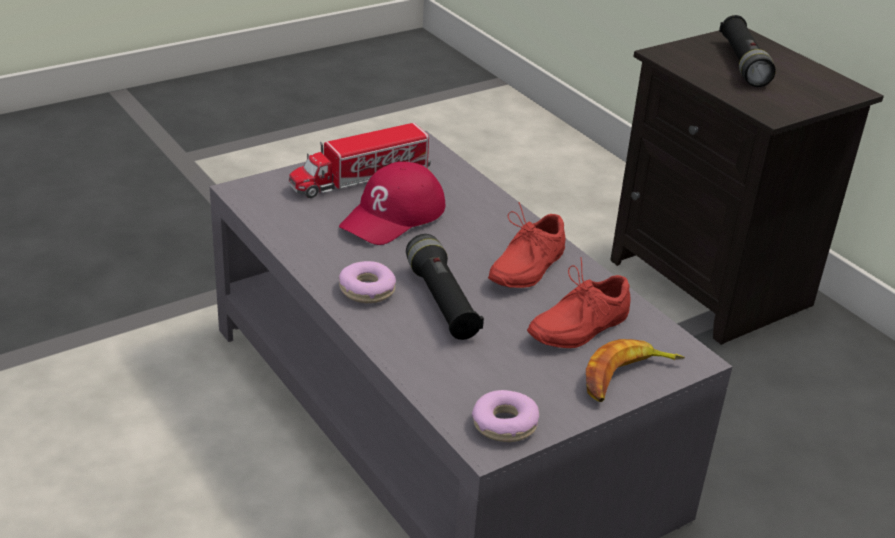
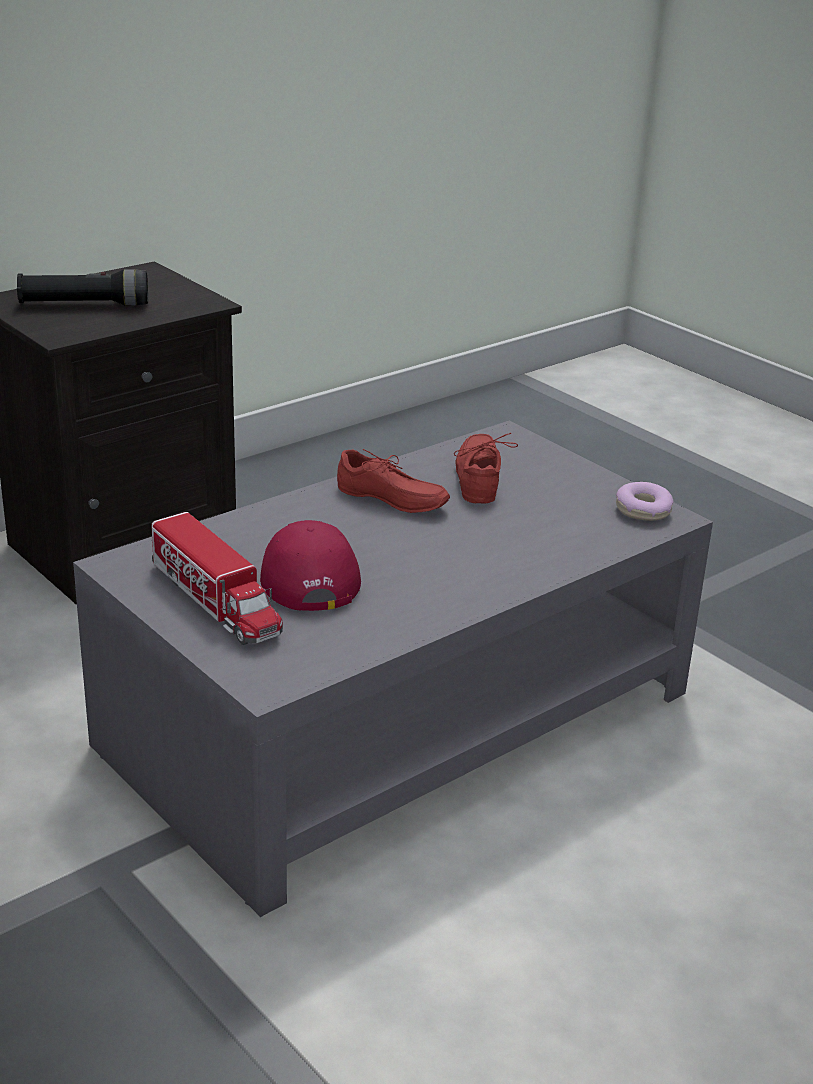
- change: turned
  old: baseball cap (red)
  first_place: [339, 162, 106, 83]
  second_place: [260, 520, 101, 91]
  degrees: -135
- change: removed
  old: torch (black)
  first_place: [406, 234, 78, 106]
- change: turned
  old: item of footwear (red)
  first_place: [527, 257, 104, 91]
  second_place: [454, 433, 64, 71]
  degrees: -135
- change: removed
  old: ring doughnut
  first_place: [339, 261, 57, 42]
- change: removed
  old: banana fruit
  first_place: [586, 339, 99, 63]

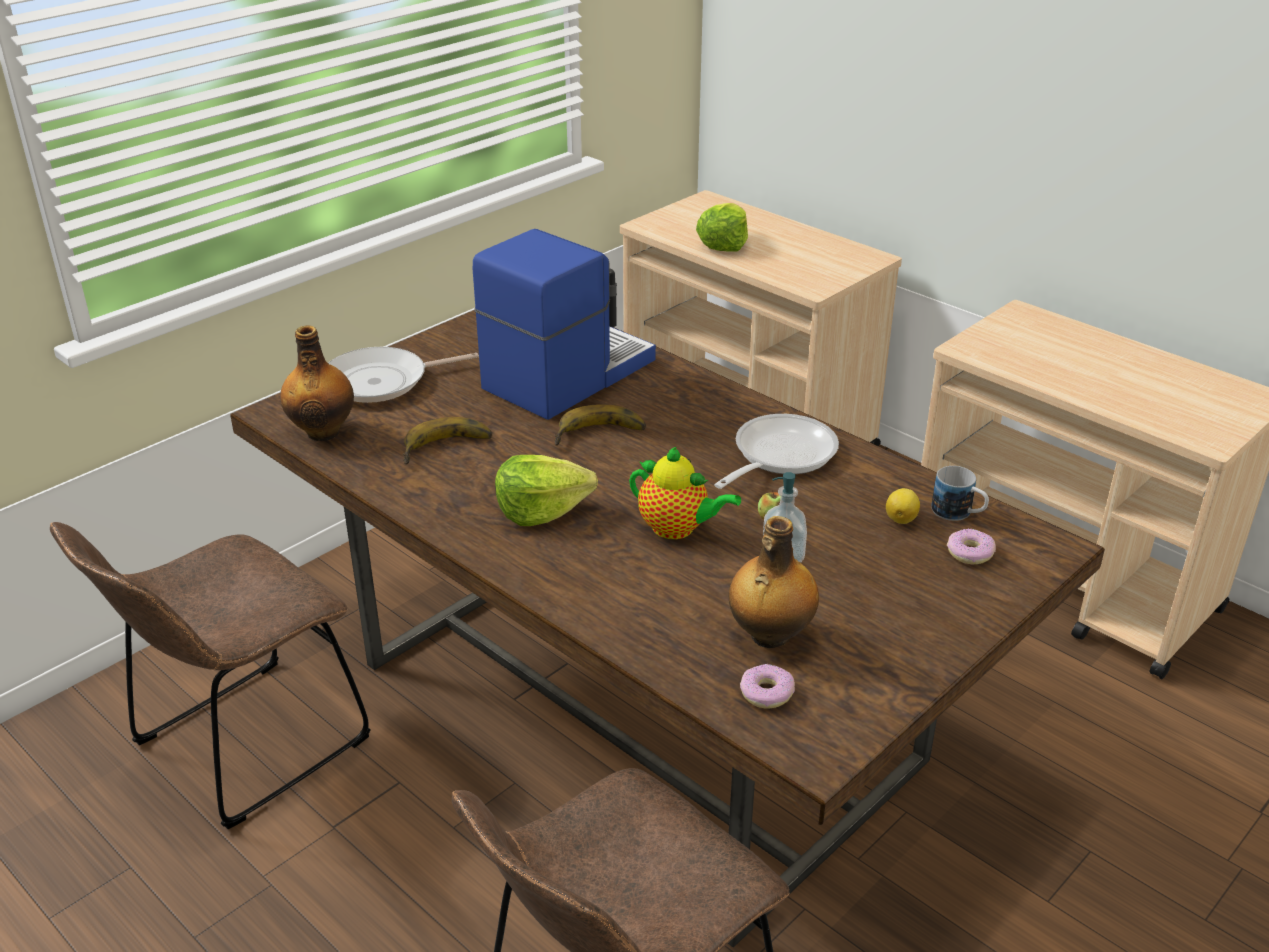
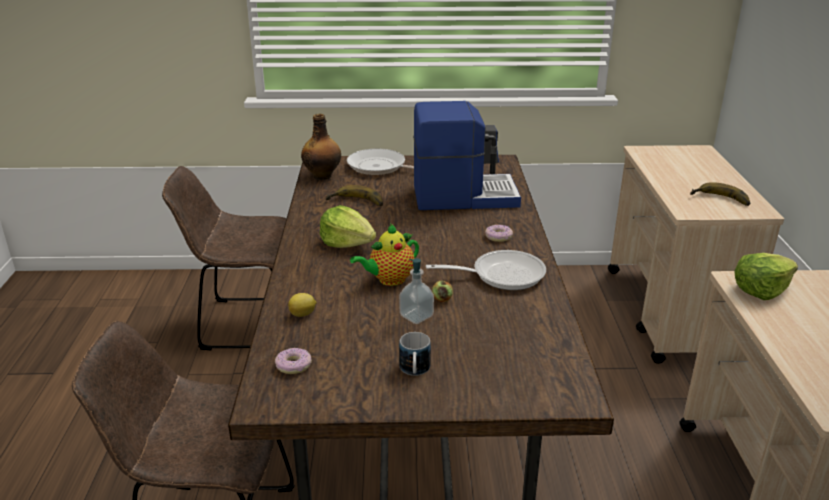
- change: moved
  old: lettuce
  first_place: [696, 203, 52, 49]
  second_place: [734, 253, 64, 47]
- change: moved
  old: banana fruit
  first_place: [554, 404, 92, 42]
  second_place: [690, 182, 60, 24]
- change: turned
  old: tea pot
  first_place: [629, 447, 112, 92]
  second_place: [350, 224, 69, 62]
  degrees: 75
- change: moved
  old: tea mug
  first_place: [931, 466, 58, 55]
  second_place: [399, 332, 32, 44]
- change: moved
  old: citrus fruit
  first_place: [886, 488, 34, 36]
  second_place: [288, 293, 29, 24]
- change: removed
  old: beverage bottle
  first_place: [728, 516, 91, 132]
- change: moved
  old: ring doughnut
  first_place: [947, 528, 49, 36]
  second_place: [485, 225, 28, 17]

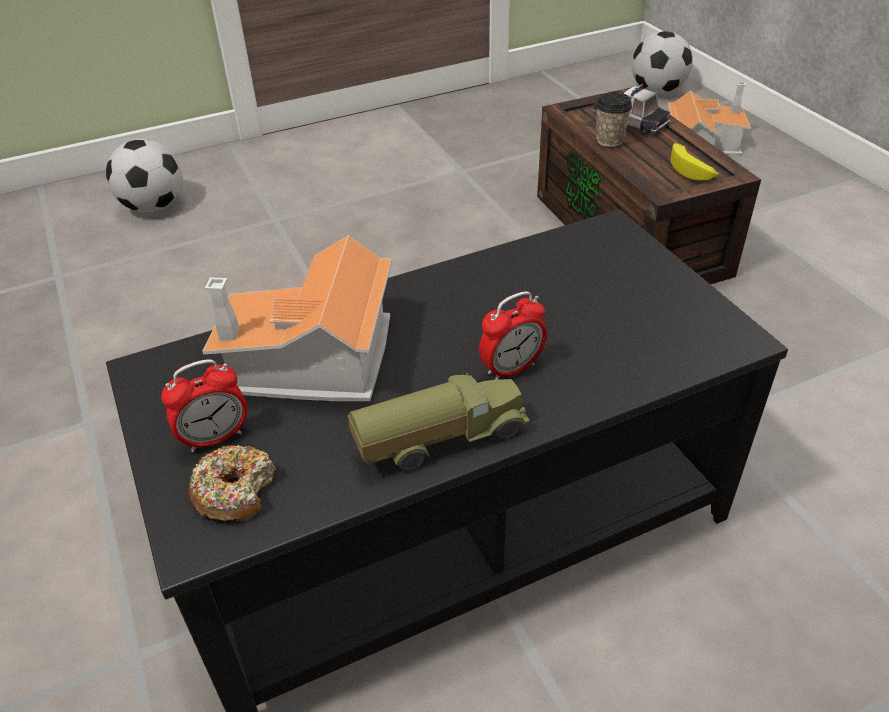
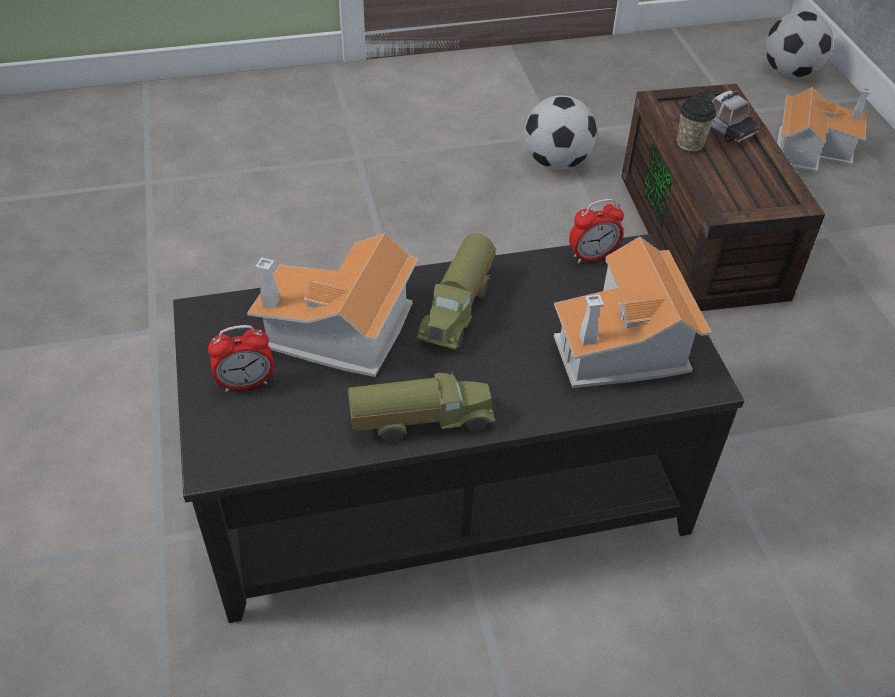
- change: moved
  old: football
  first_place: [106, 139, 76, 73]
  second_place: [524, 95, 73, 74]
- change: removed
  old: banana fruit
  first_place: [671, 143, 48, 37]
- change: moved
  old: alarm clock
  first_place: [479, 291, 68, 89]
  second_place: [569, 199, 55, 64]
- change: removed
  old: ring doughnut
  first_place: [189, 445, 87, 76]
- change: added
  new: toy truck
  second_place: [416, 233, 79, 117]
- change: added
  new: toy house
  second_place: [554, 237, 158, 151]

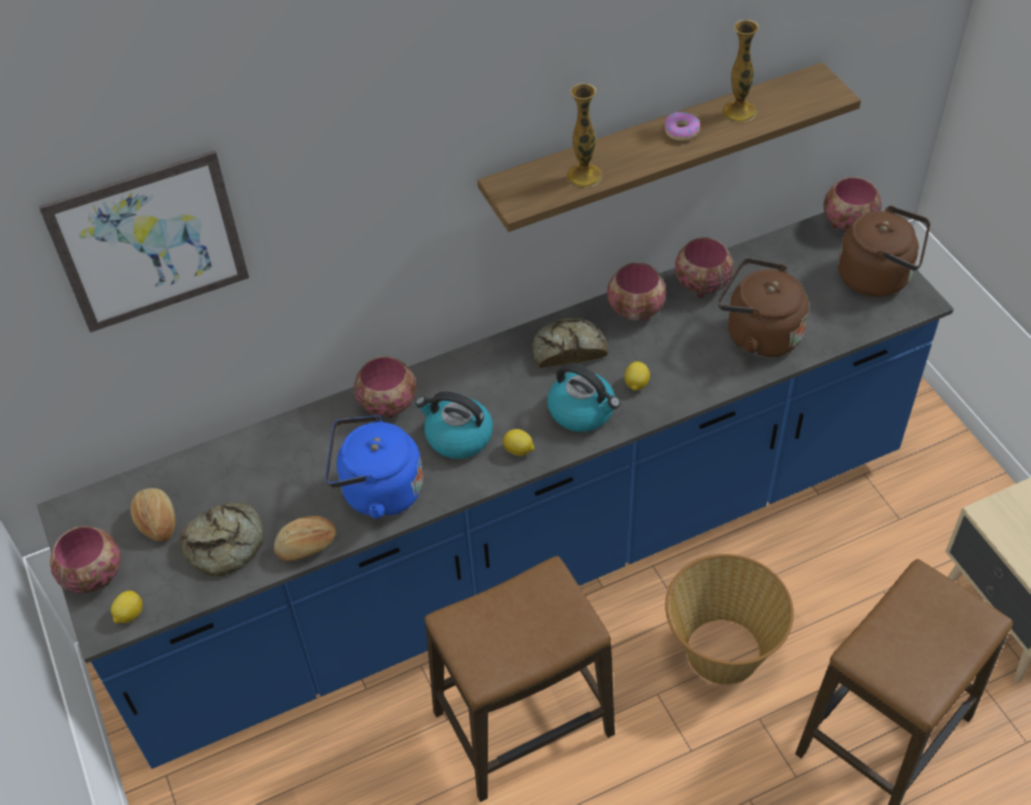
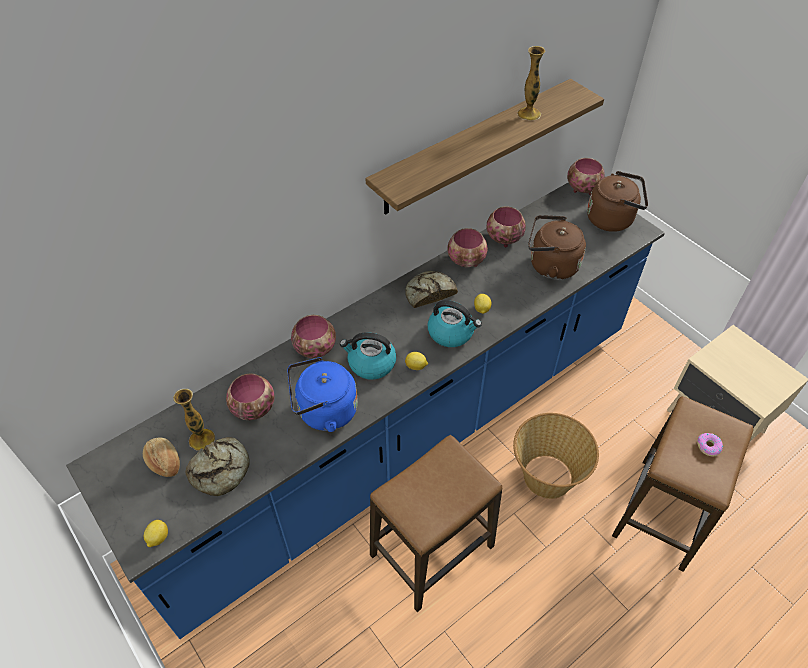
- change: moved
  old: flower vase
  first_place: [566, 83, 36, 104]
  second_place: [173, 389, 42, 62]
- change: moved
  old: ring doughnut
  first_place: [665, 112, 35, 29]
  second_place: [697, 433, 26, 23]
- change: removed
  old: wall picture
  first_place: [39, 150, 210, 183]
- change: removed
  old: bakery bread
  first_place: [274, 516, 62, 45]
- change: moved
  old: deep dish
  first_place: [50, 526, 71, 67]
  second_place: [226, 373, 49, 47]

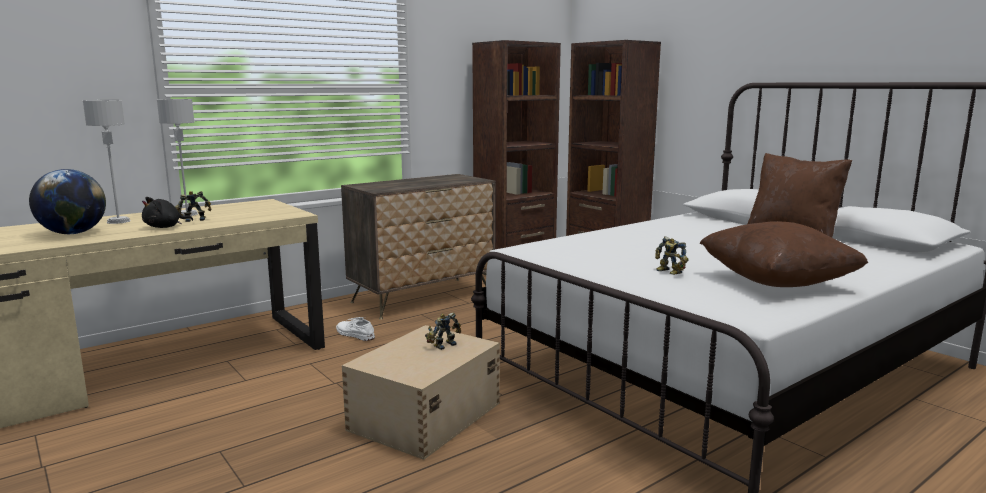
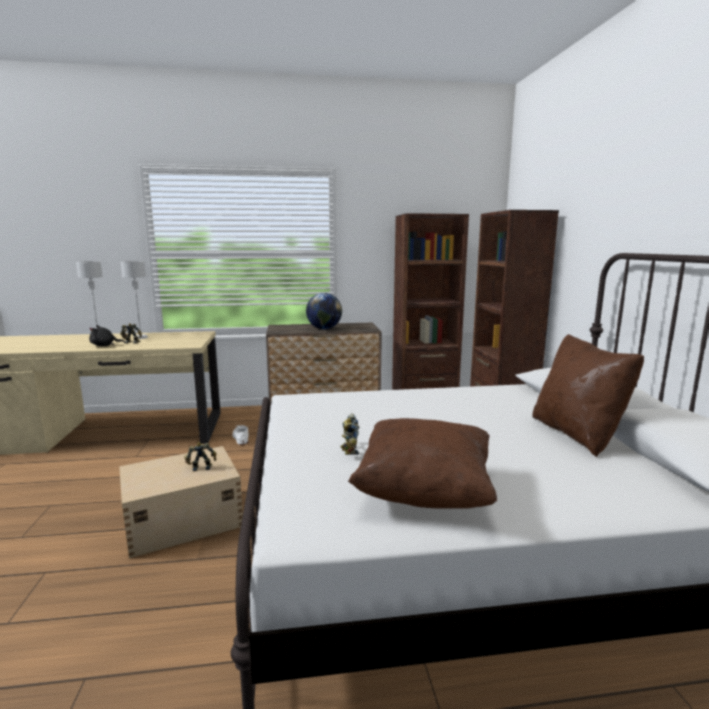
- change: moved
  old: desk globe
  first_place: [29, 169, 77, 65]
  second_place: [306, 293, 36, 36]

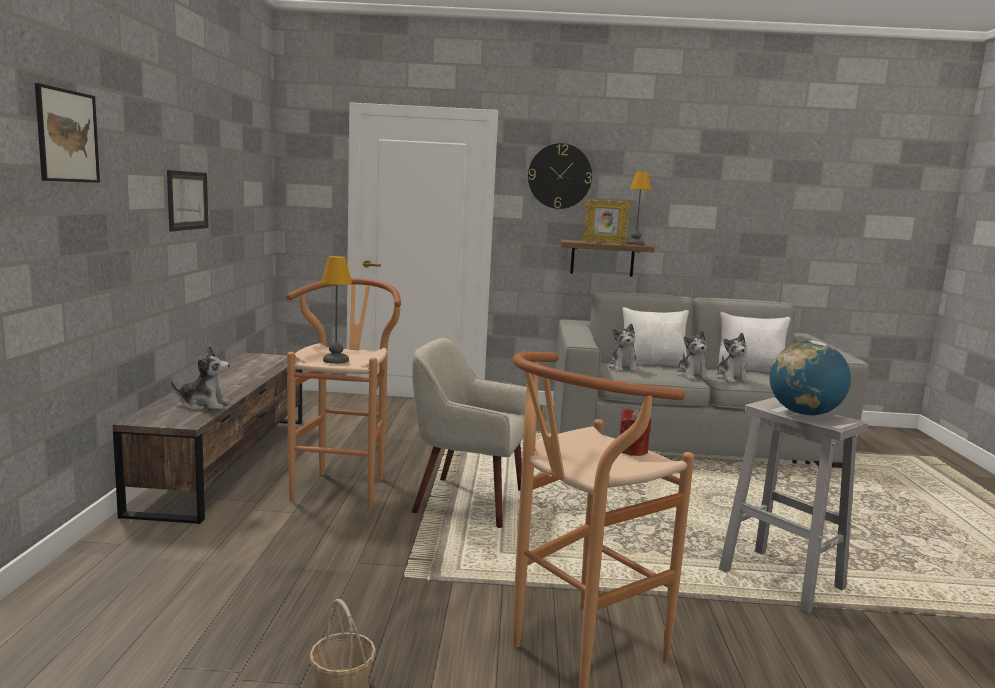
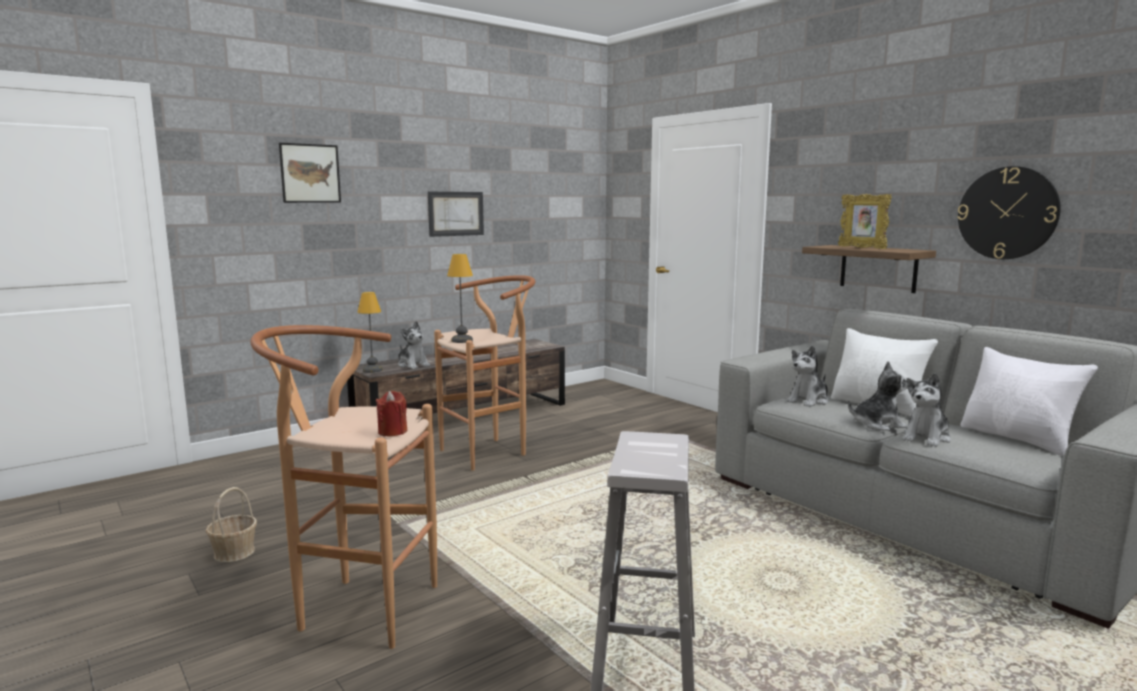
- change: moved
  old: wall clock
  first_place: [528, 143, 64, 66]
  second_place: [957, 166, 104, 93]
- change: moved
  old: lamp for a table
  first_place: [627, 171, 24, 74]
  second_place: [357, 292, 26, 81]
- change: turned
  old: cuddly toy
  first_place: [677, 331, 32, 50]
  second_place: [848, 361, 60, 70]
  degrees: -135
- change: removed
  old: easy chair (sand-coloured)
  first_place: [412, 338, 115, 190]
- change: removed
  old: desk globe
  first_place: [770, 341, 81, 75]

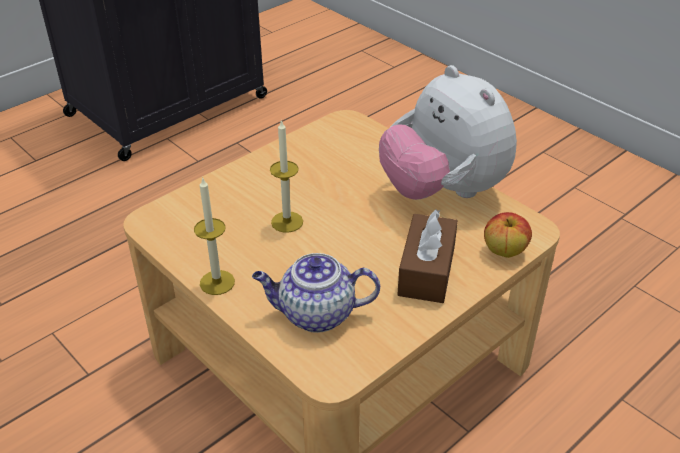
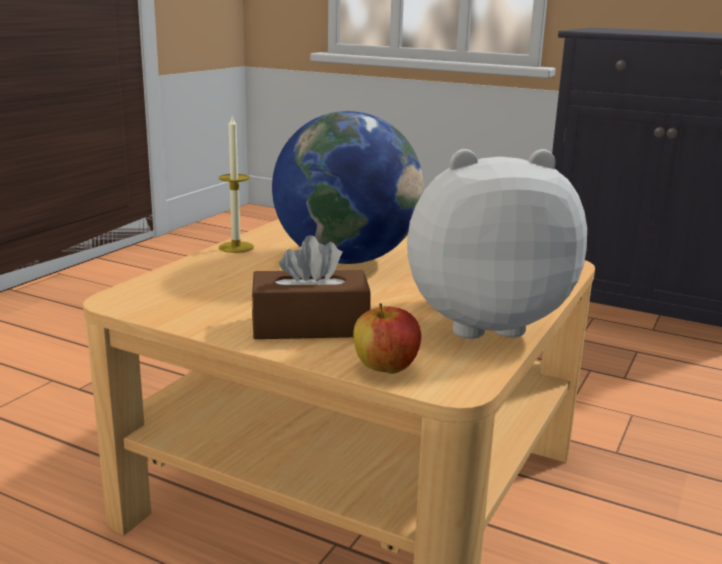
- change: turned
  old: cuddly toy
  first_place: [379, 65, 138, 135]
  second_place: [407, 149, 180, 190]
  degrees: 45
- change: replaced
  old: wax candle
  new: desk globe
  first_place: [270, 120, 33, 113]
  second_place: [272, 111, 152, 153]
- change: removed
  old: tea pot
  first_place: [252, 253, 128, 80]

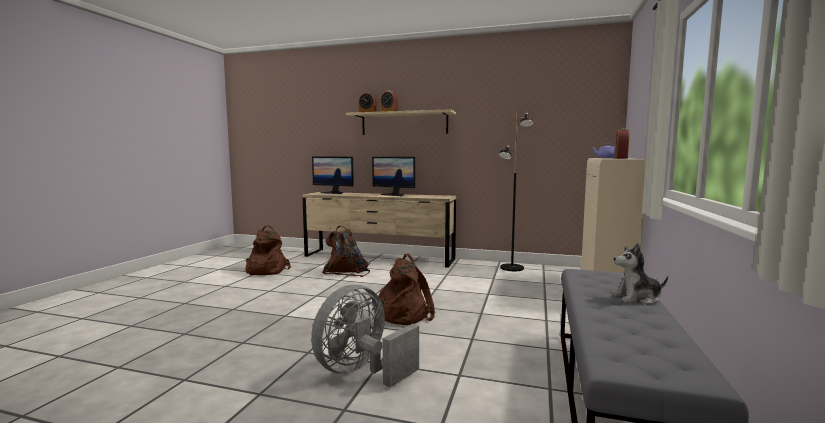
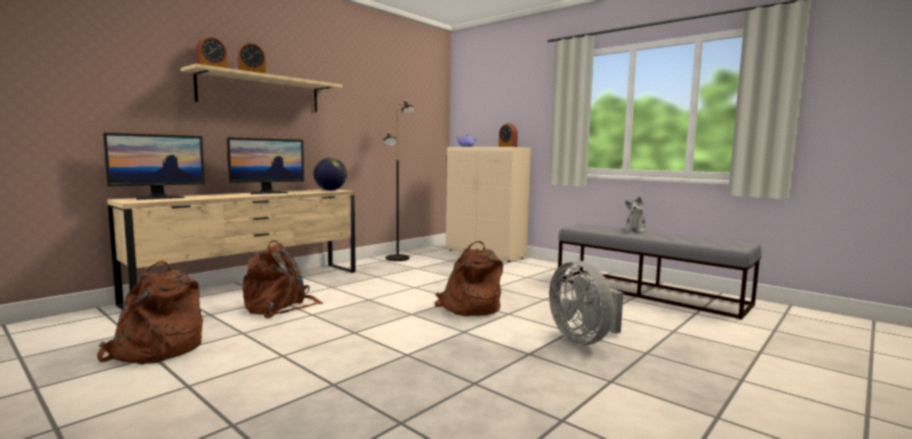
- change: added
  new: desk globe
  second_place: [314, 158, 33, 32]

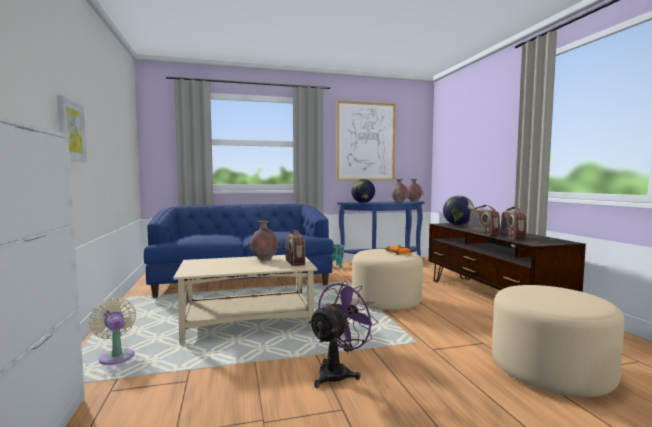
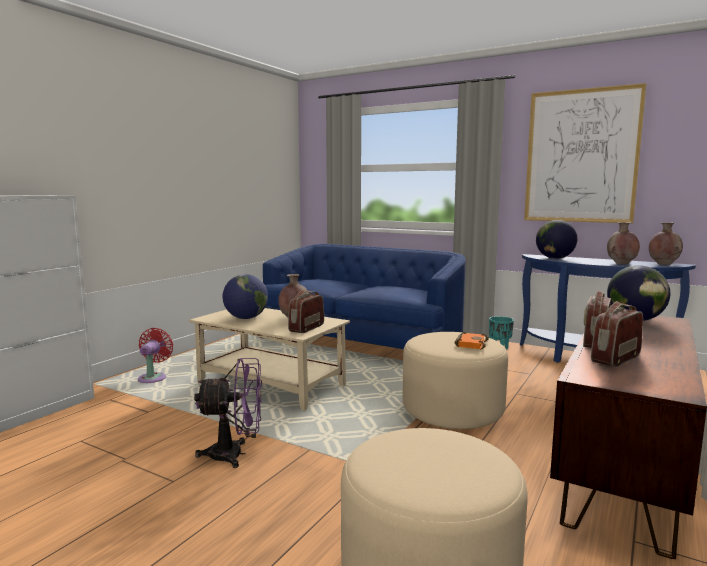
- change: removed
  old: wall picture
  first_place: [57, 95, 30, 67]
- change: recoloured
  old: fan (sand-coloured)
  new: fan (red)
  first_place: [89, 298, 47, 67]
  second_place: [138, 328, 35, 55]
- change: added
  new: desk globe
  second_place: [223, 274, 45, 45]

